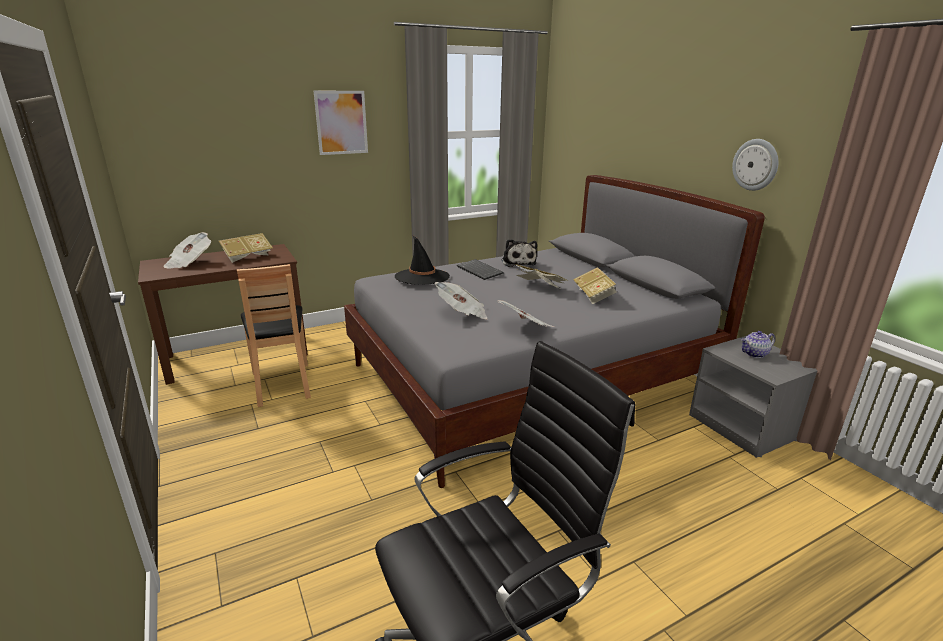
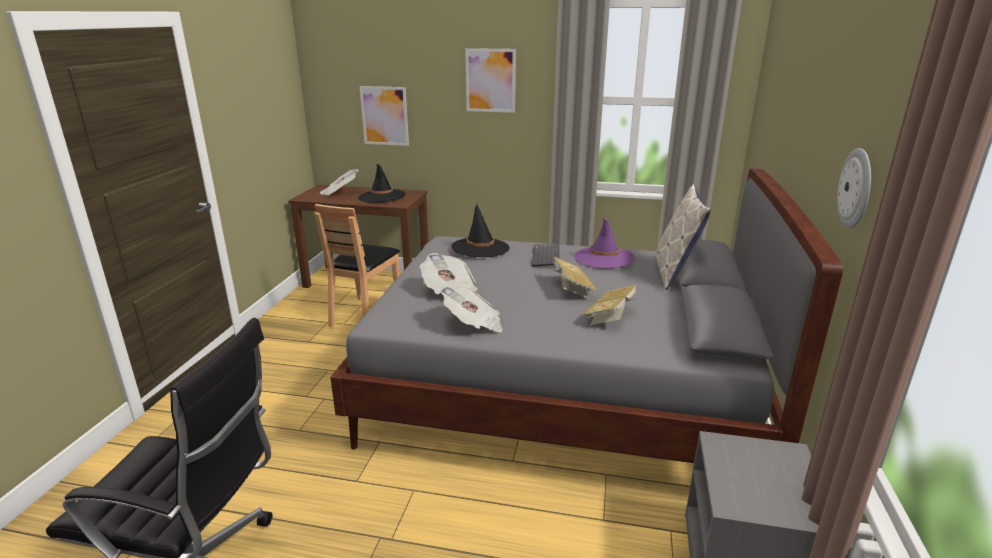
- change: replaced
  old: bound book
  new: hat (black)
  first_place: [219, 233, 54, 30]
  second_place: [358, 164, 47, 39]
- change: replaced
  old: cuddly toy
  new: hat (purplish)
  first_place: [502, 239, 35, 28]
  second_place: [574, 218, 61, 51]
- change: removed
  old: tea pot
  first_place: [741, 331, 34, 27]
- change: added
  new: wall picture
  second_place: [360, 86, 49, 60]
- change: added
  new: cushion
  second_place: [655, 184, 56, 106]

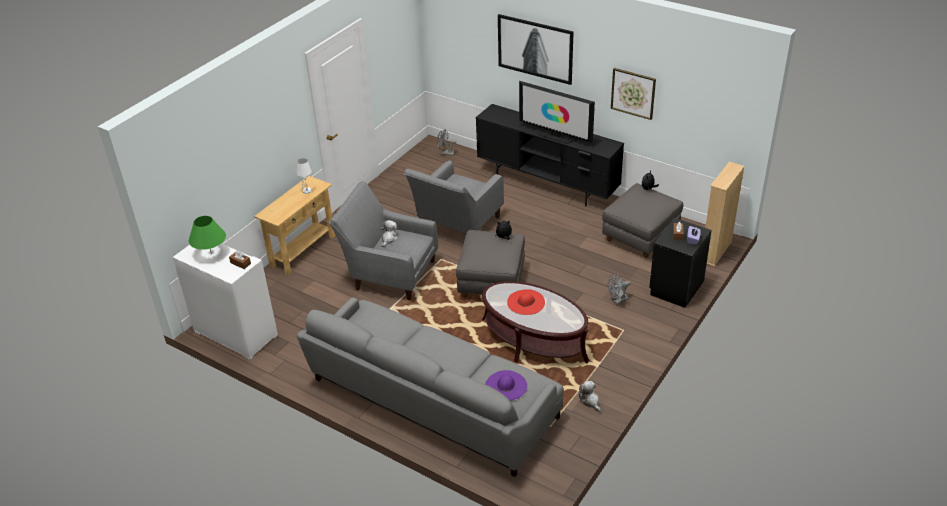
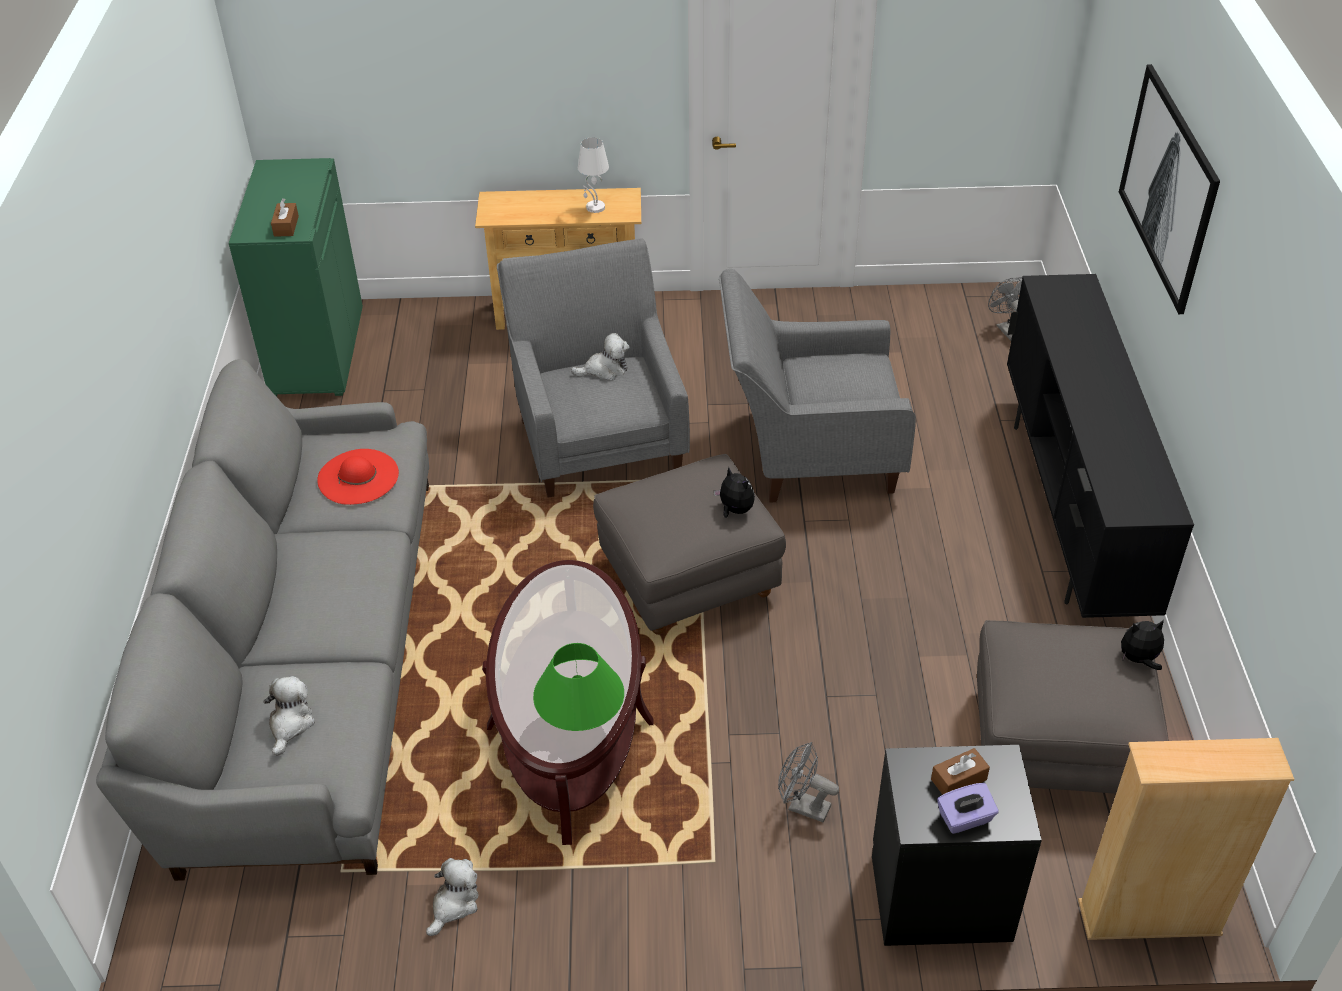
- change: removed
  old: wall picture
  first_place: [611, 68, 45, 52]
- change: removed
  old: television
  first_place: [519, 81, 76, 63]
- change: moved
  old: lamp for a table (greenish)
  first_place: [189, 216, 37, 38]
  second_place: [533, 643, 91, 88]
- change: recoloured
  old: storage cabinet (white)
  new: storage cabinet (greenish)
  first_place: [173, 244, 105, 116]
  second_place: [229, 158, 134, 239]
- change: moved
  old: hat (red)
  first_place: [507, 289, 38, 26]
  second_place: [317, 449, 82, 56]
- change: replaced
  old: hat (purplish)
  new: cuddly toy
  first_place: [485, 370, 42, 31]
  second_place: [263, 676, 52, 80]

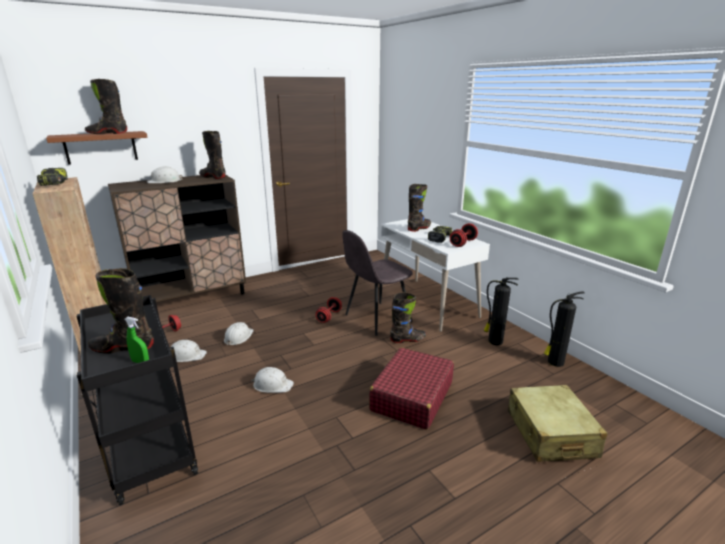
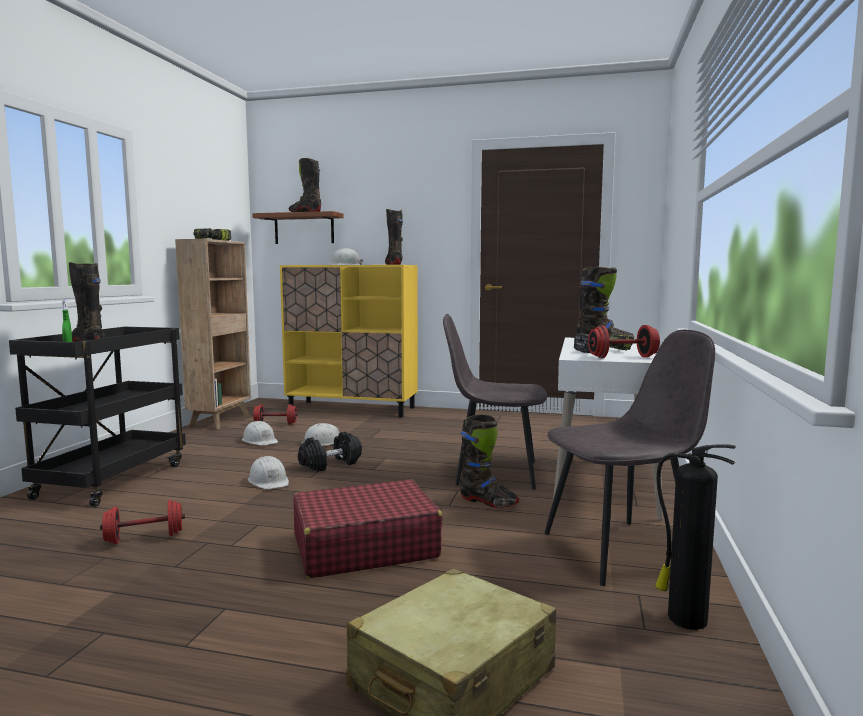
- change: recoloured
  old: storage cabinet (brown-coloured)
  new: storage cabinet (yellowish)
  first_place: [108, 175, 138, 127]
  second_place: [280, 265, 138, 152]
- change: replaced
  old: fire-fighting cylinder
  new: plain chair (greyish)
  first_place: [484, 278, 35, 67]
  second_place: [545, 330, 170, 256]
- change: moved
  old: dumbbell (red)
  first_place: [316, 297, 26, 26]
  second_place: [100, 500, 85, 44]
- change: added
  new: dumbbell (black)
  second_place: [298, 431, 64, 41]

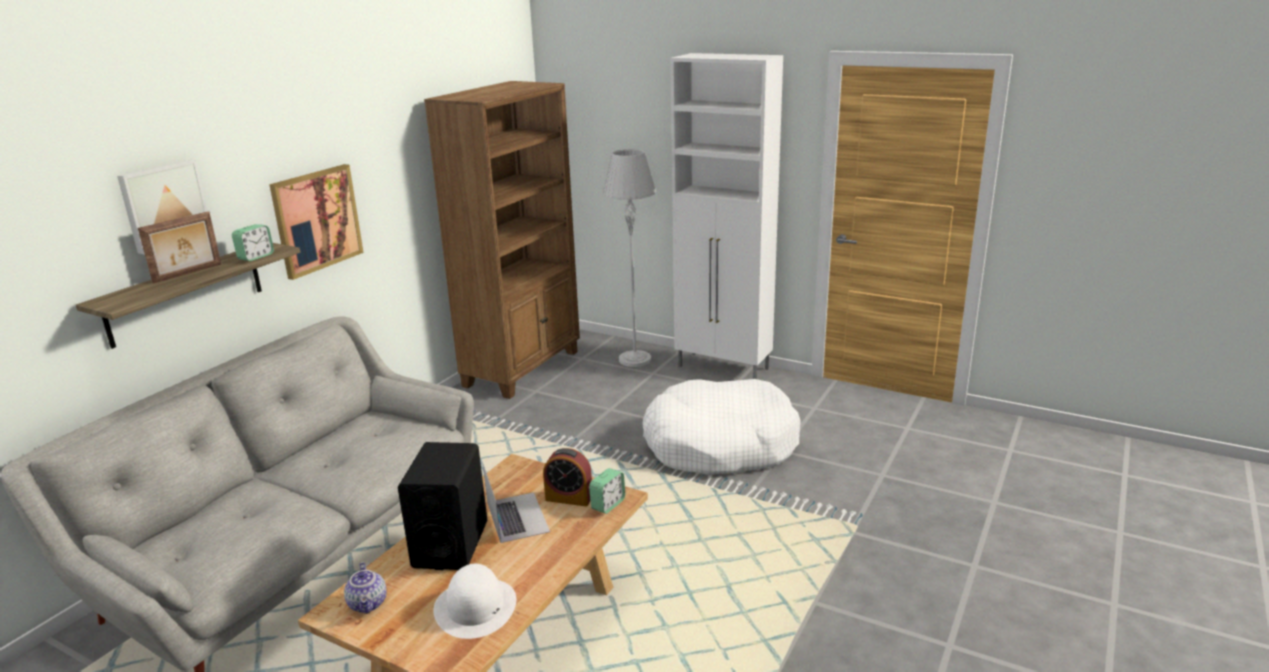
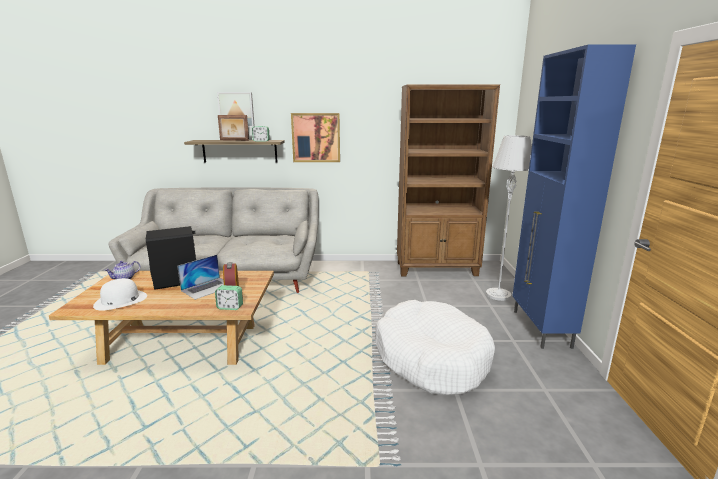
- change: recoloured
  old: storage cabinet (white)
  new: storage cabinet (blue-coloured)
  first_place: [671, 53, 112, 326]
  second_place: [513, 45, 123, 304]

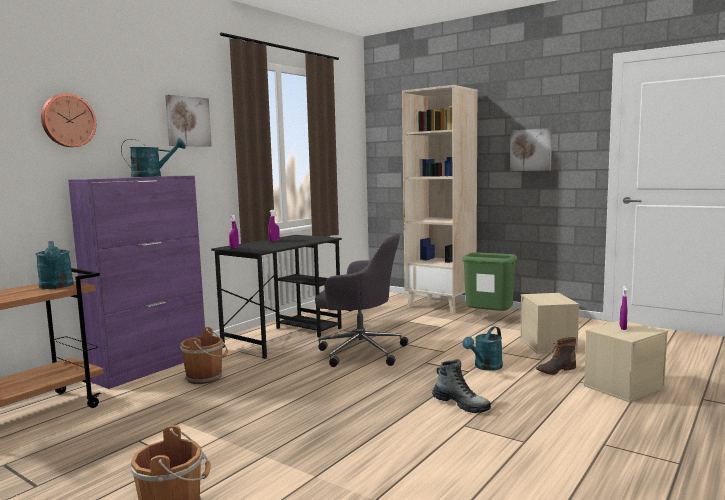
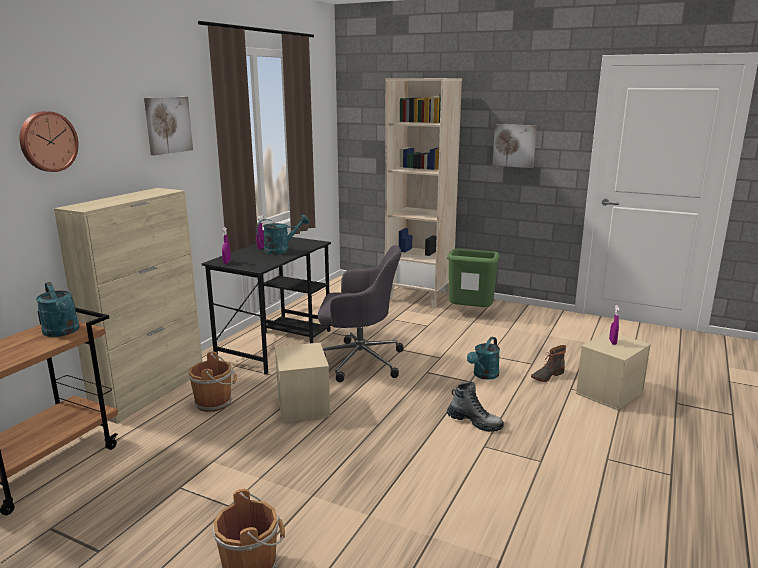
- change: moved
  old: watering pot (turquoise)
  first_place: [121, 138, 65, 39]
  second_place: [256, 215, 53, 39]
- change: recoloured
  old: storage cabinet (purplish)
  new: storage cabinet (sand-coloured)
  first_place: [68, 176, 137, 213]
  second_place: [54, 188, 149, 236]
- change: moved
  old: storage bin (sand-coloured)
  first_place: [520, 293, 59, 61]
  second_place: [275, 343, 55, 80]

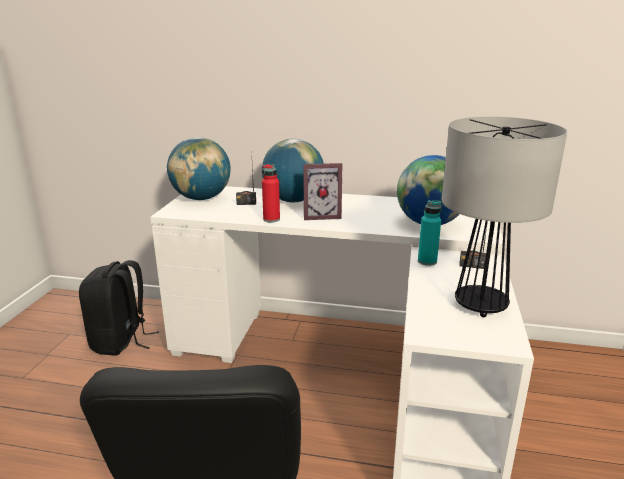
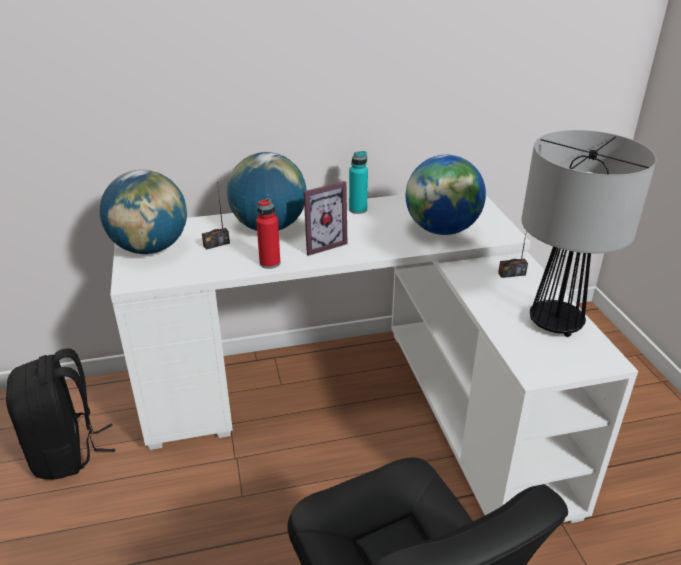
- change: moved
  old: beverage bottle (turquoise)
  first_place: [418, 200, 24, 66]
  second_place: [349, 151, 19, 63]

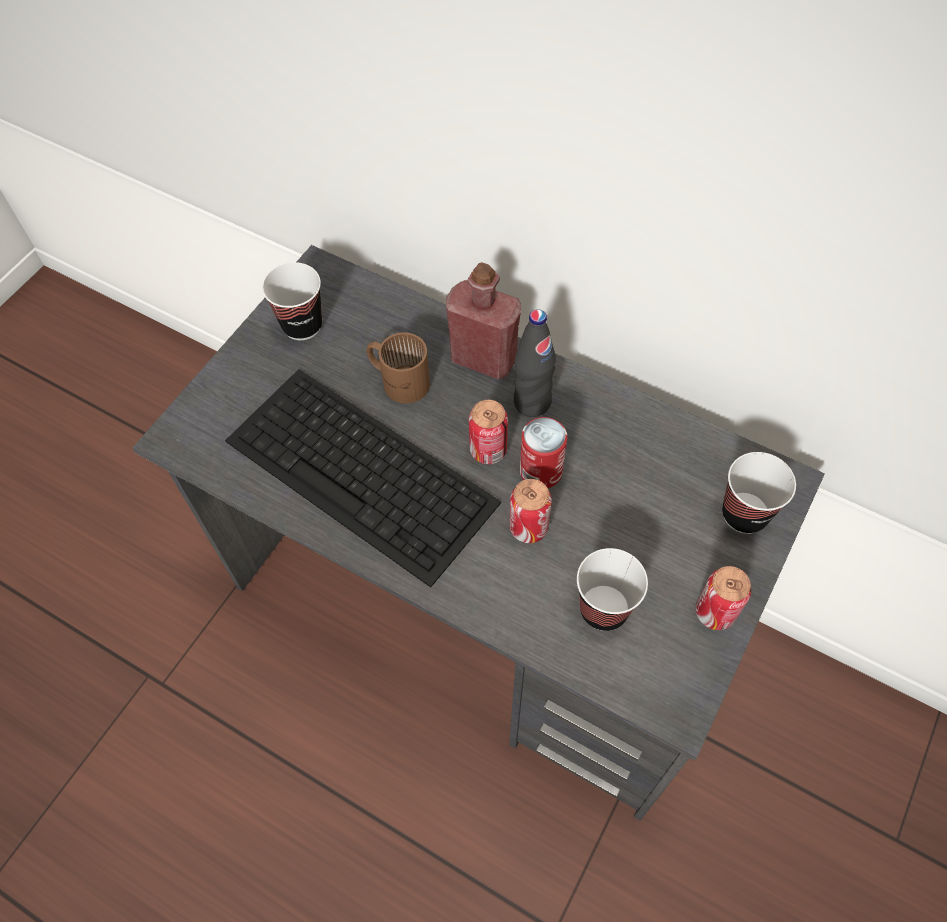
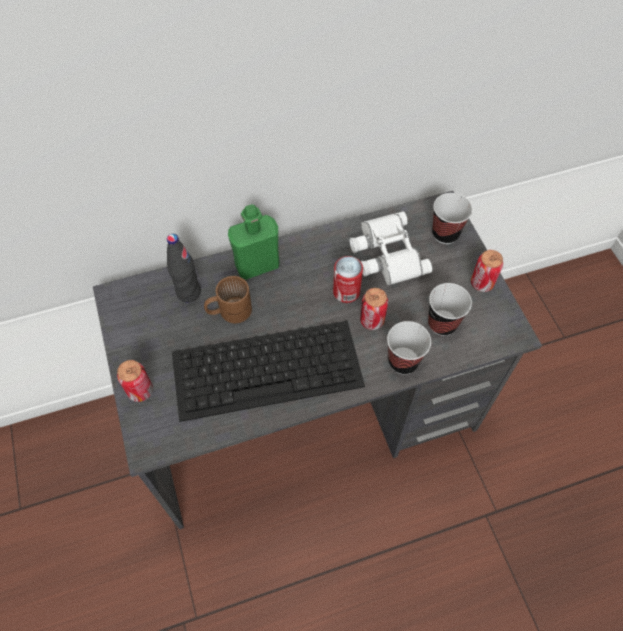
- change: moved
  old: drinking cup
  first_place: [262, 262, 60, 78]
  second_place: [387, 321, 44, 53]
- change: recoloured
  old: beverage bottle (red)
  new: beverage bottle (greenish)
  first_place: [446, 262, 75, 118]
  second_place: [228, 205, 51, 75]
- change: moved
  old: beverage bottle (black)
  first_place: [514, 309, 42, 108]
  second_place: [167, 234, 34, 68]
- change: moved
  old: metal can
  first_place: [469, 400, 39, 64]
  second_place: [117, 360, 36, 42]
- change: added
  new: binoculars (white)
  second_place: [350, 211, 83, 74]

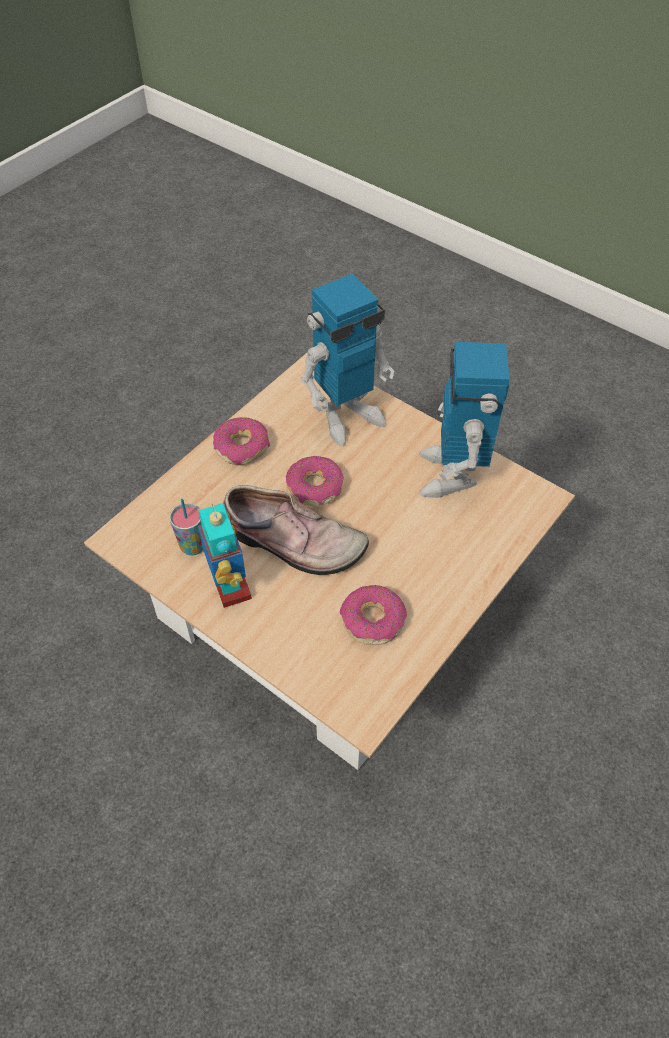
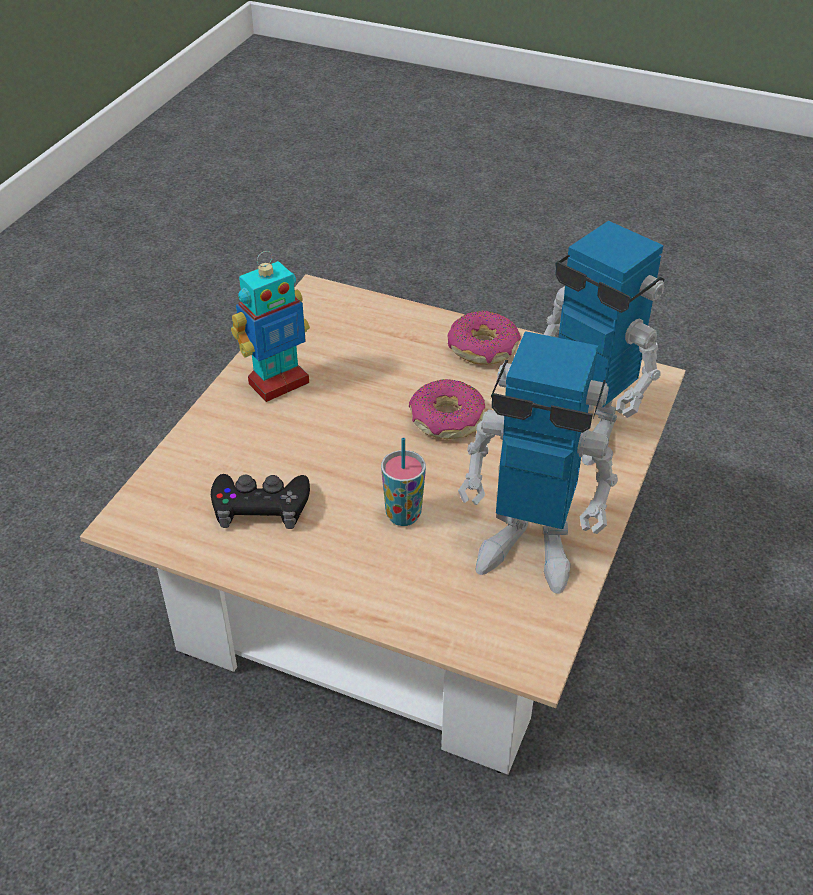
- change: turned
  old: robot figure
  first_place: [419, 342, 91, 156]
  second_place: [458, 331, 160, 263]
  degrees: -150
- change: removed
  old: item of footwear
  first_place: [223, 485, 146, 90]
- change: moved
  old: drinking cup
  first_place: [169, 499, 34, 57]
  second_place: [381, 438, 45, 88]
- change: replaced
  old: ring doughnut
  new: gamepad (black)
  first_place: [340, 585, 67, 60]
  second_place: [211, 474, 99, 55]

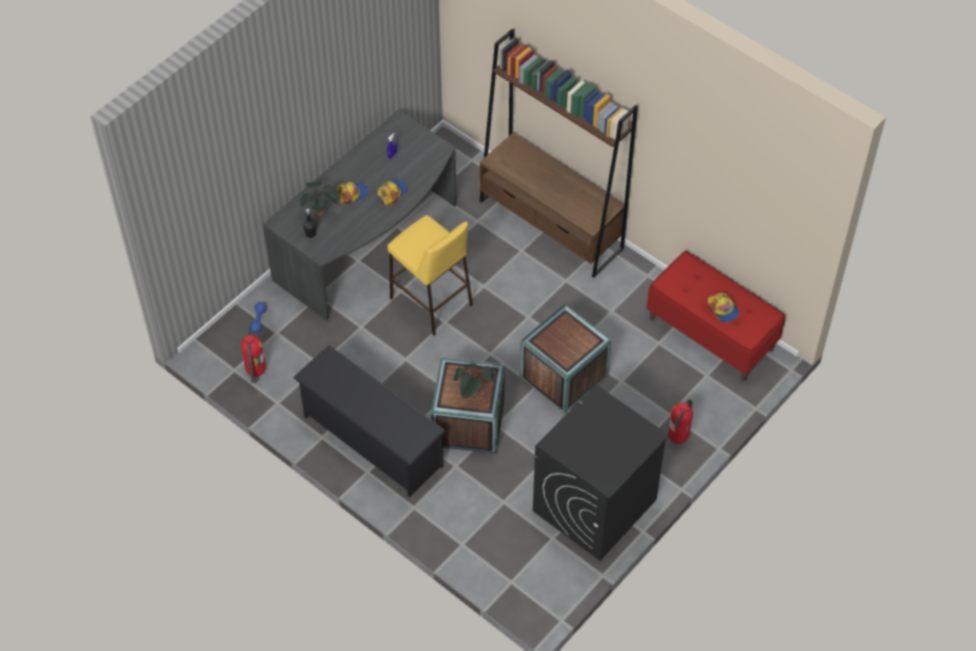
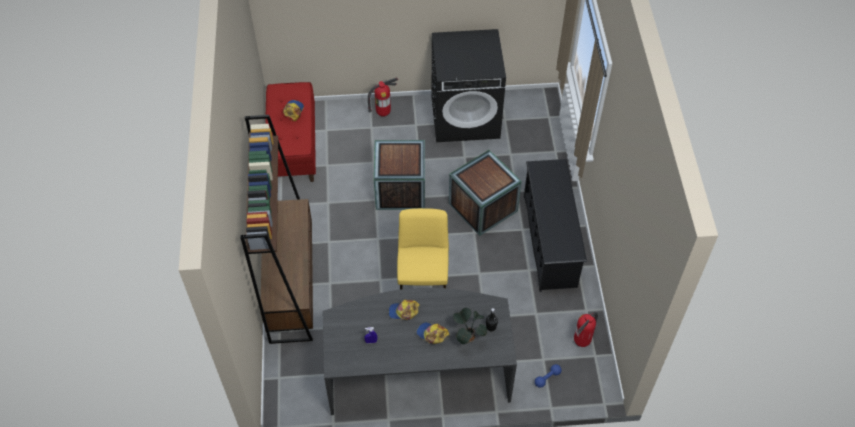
- change: removed
  old: potted plant
  first_place: [453, 363, 41, 37]

